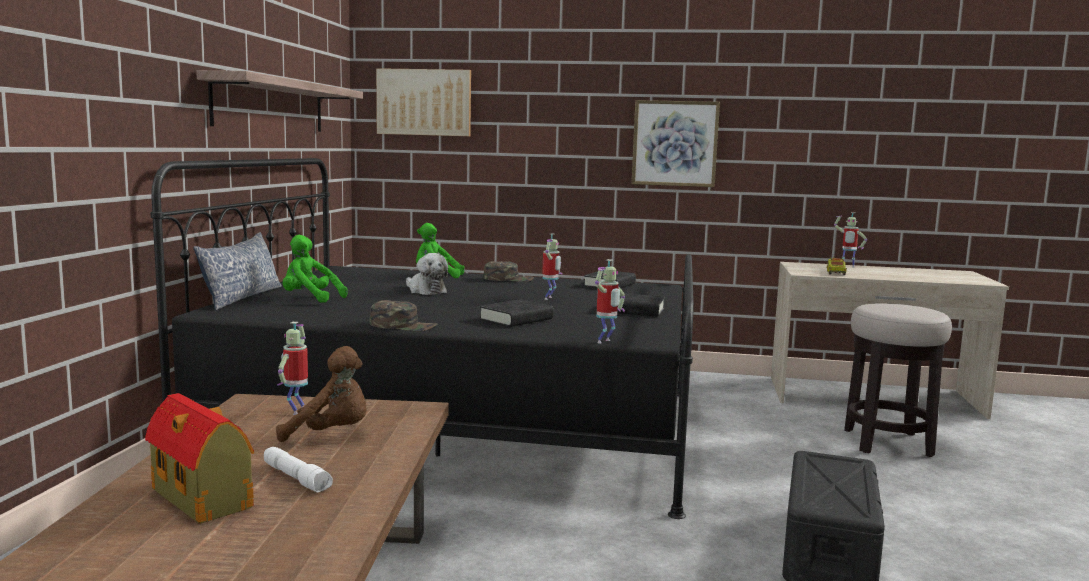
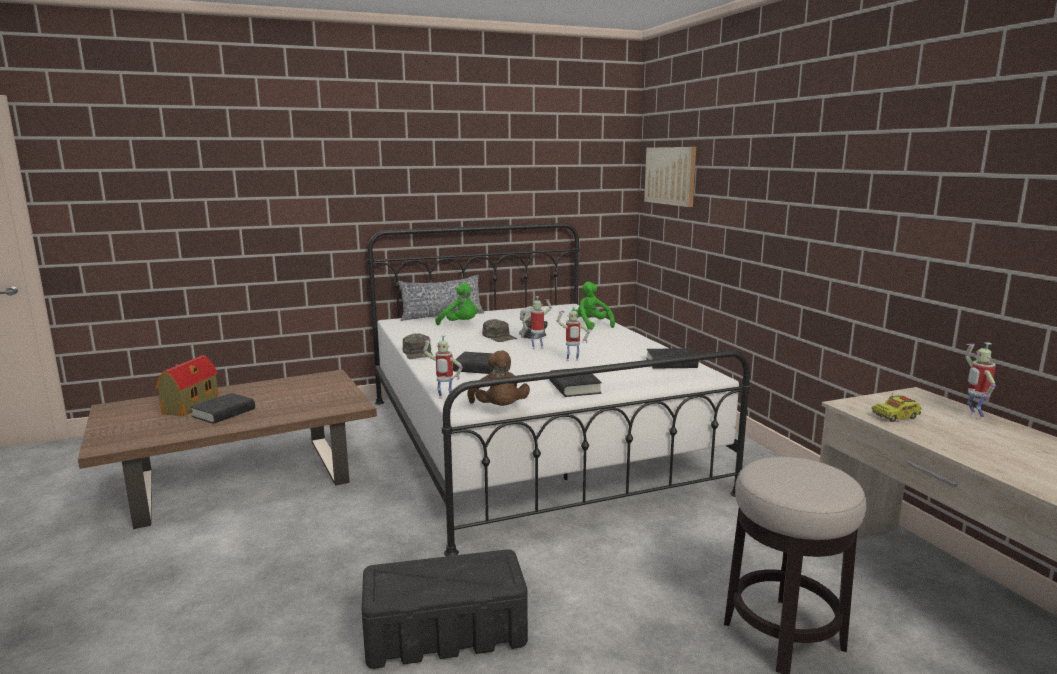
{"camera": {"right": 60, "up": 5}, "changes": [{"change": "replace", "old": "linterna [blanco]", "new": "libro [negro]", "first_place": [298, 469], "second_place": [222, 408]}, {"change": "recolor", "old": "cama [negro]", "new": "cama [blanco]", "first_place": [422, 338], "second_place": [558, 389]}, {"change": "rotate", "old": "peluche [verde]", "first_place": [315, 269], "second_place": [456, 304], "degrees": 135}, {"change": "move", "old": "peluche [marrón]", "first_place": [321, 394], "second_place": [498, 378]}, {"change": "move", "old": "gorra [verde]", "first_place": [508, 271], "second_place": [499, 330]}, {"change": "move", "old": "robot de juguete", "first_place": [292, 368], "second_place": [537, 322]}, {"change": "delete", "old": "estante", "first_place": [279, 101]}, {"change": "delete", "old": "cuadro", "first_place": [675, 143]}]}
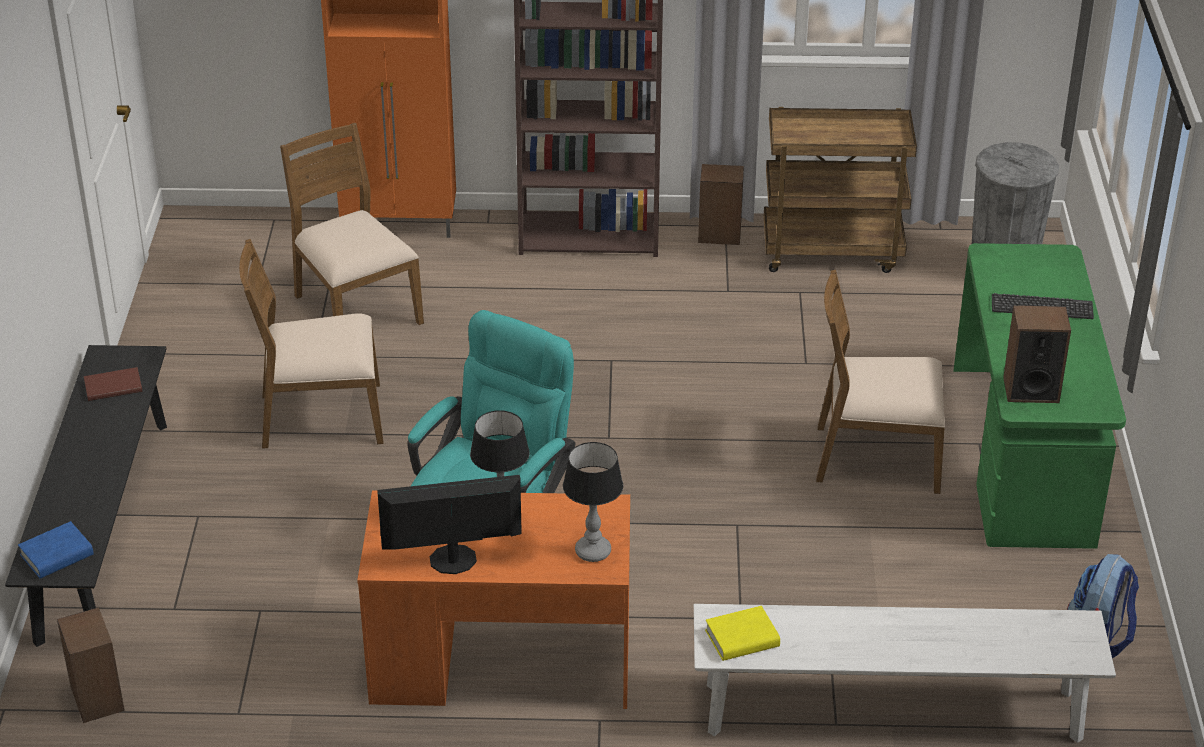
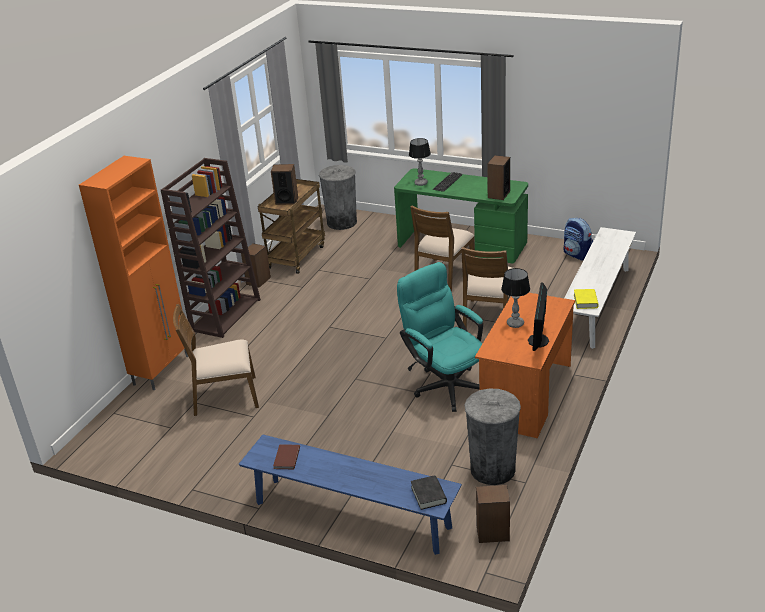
{"camera": {"right": -65, "up": -5}, "changes": [{"change": "recolor", "old": "banco [negro]", "new": "banco [azul]", "first_place": [86, 496], "second_place": [350, 495]}, {"change": "insert", "new": "altavoz", "second_place": [284, 184]}, {"change": "move", "old": "lámpara de mesa", "first_place": [593, 502], "second_place": [420, 162]}, {"change": "recolor", "old": "libro [azul]", "new": "libro [negro]", "first_place": [56, 550], "second_place": [429, 492]}, {"change": "move", "old": "silla [marrón]", "first_place": [311, 344], "second_place": [487, 288]}, {"change": "insert", "new": "papelera [gris]", "second_place": [492, 436]}]}
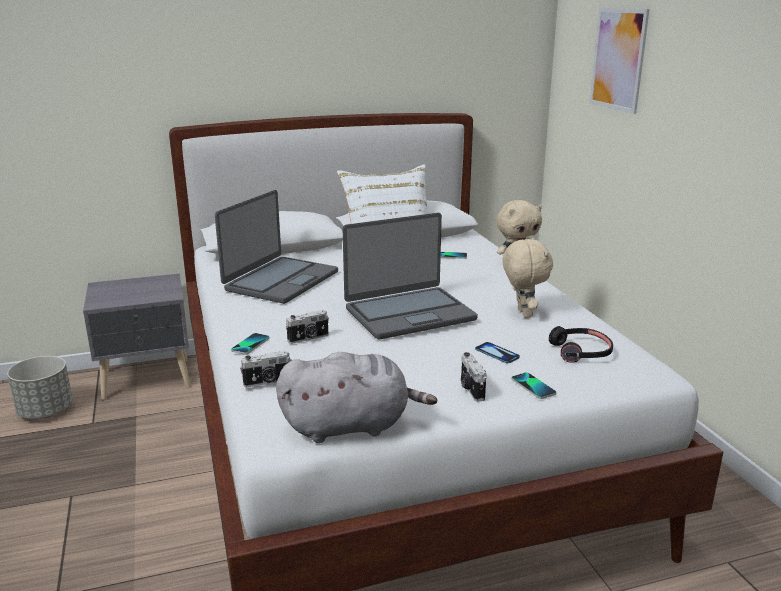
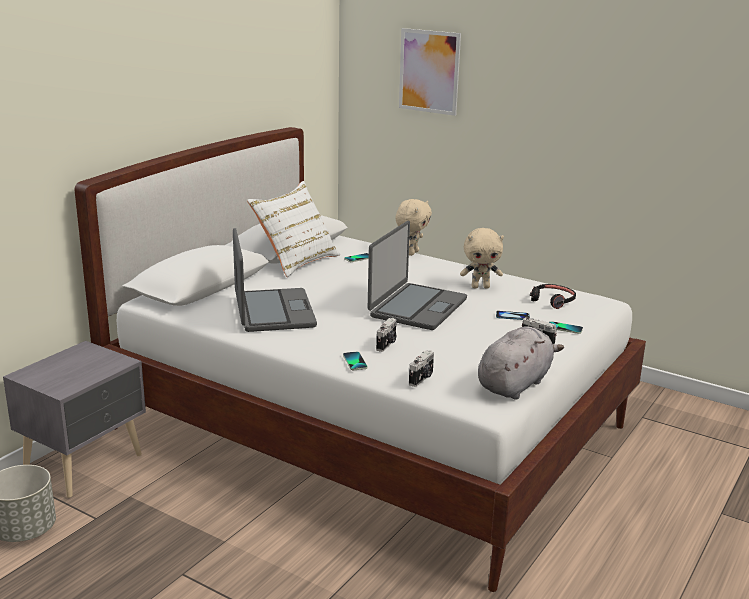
{"camera": {"right": -40, "up": 0}, "changes": [{"change": "rotate", "old": "peluche [beis]", "first_place": [527, 278], "second_place": [482, 258], "degrees": 135}]}
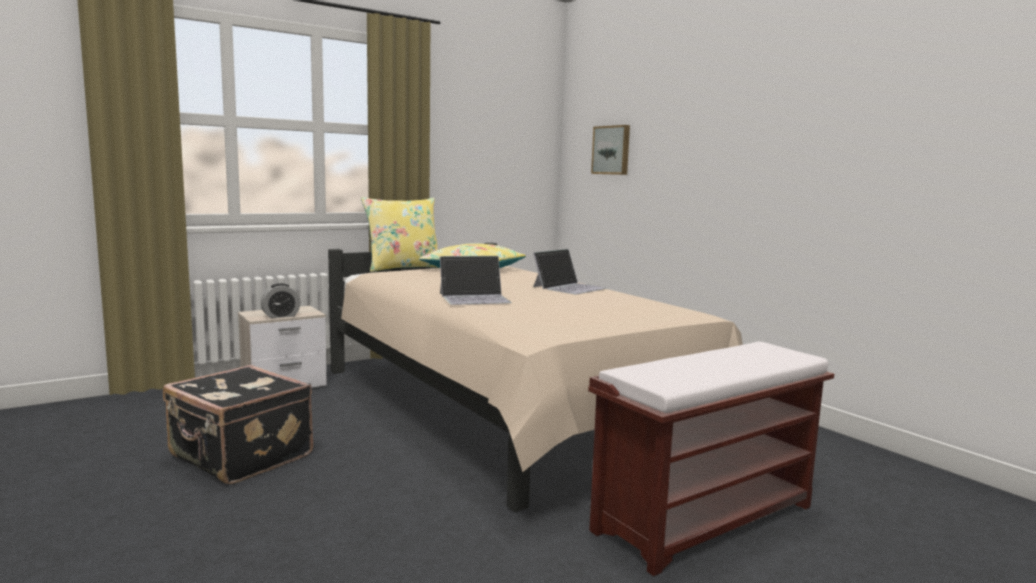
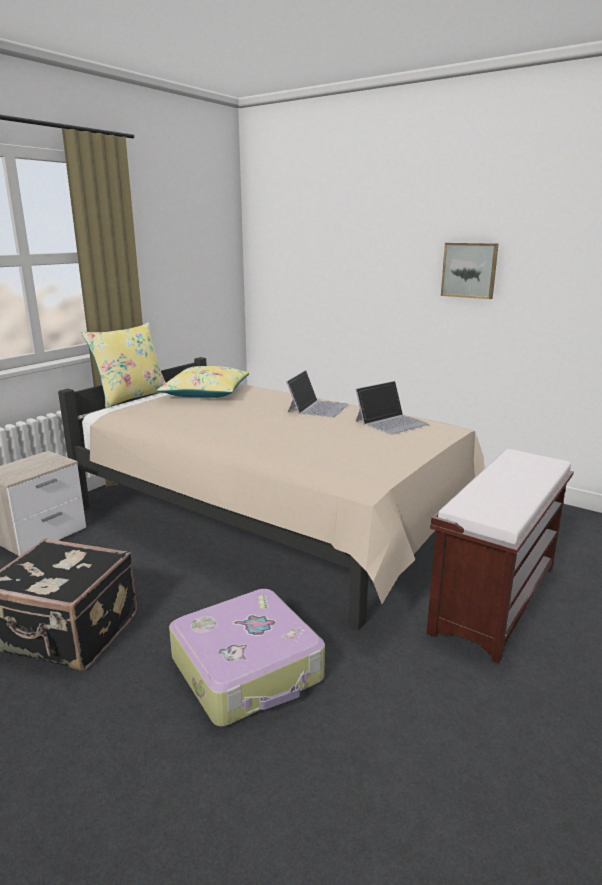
{"camera": {"right": -20, "up": 10}, "changes": [{"change": "insert", "new": "maleta", "second_place": [247, 657]}, {"change": "move", "old": "portátil", "first_place": [476, 280], "second_place": [392, 407]}, {"change": "move", "old": "cuadro", "first_place": [610, 150], "second_place": [470, 271]}, {"change": "delete", "old": "despertador", "first_place": [280, 301]}]}
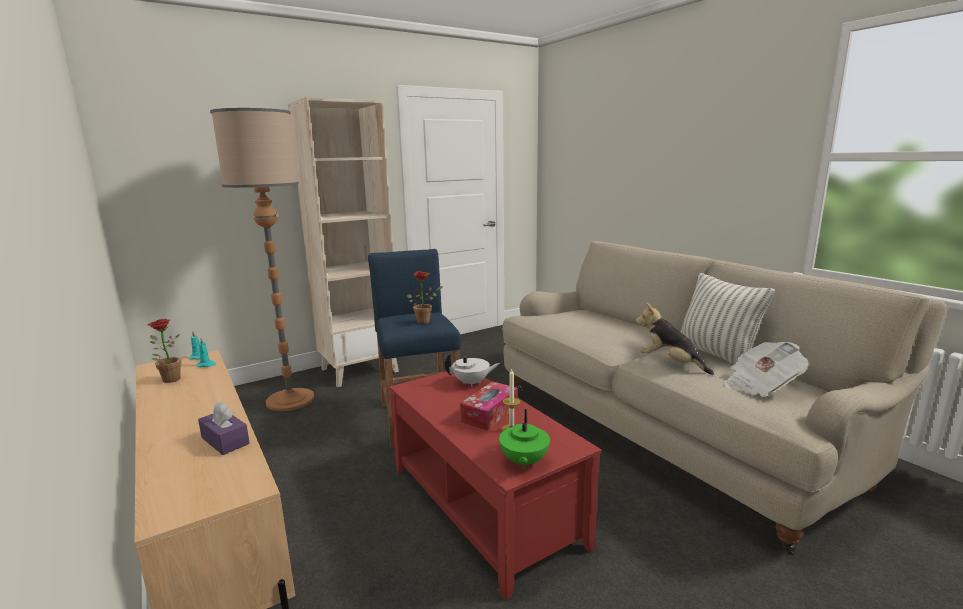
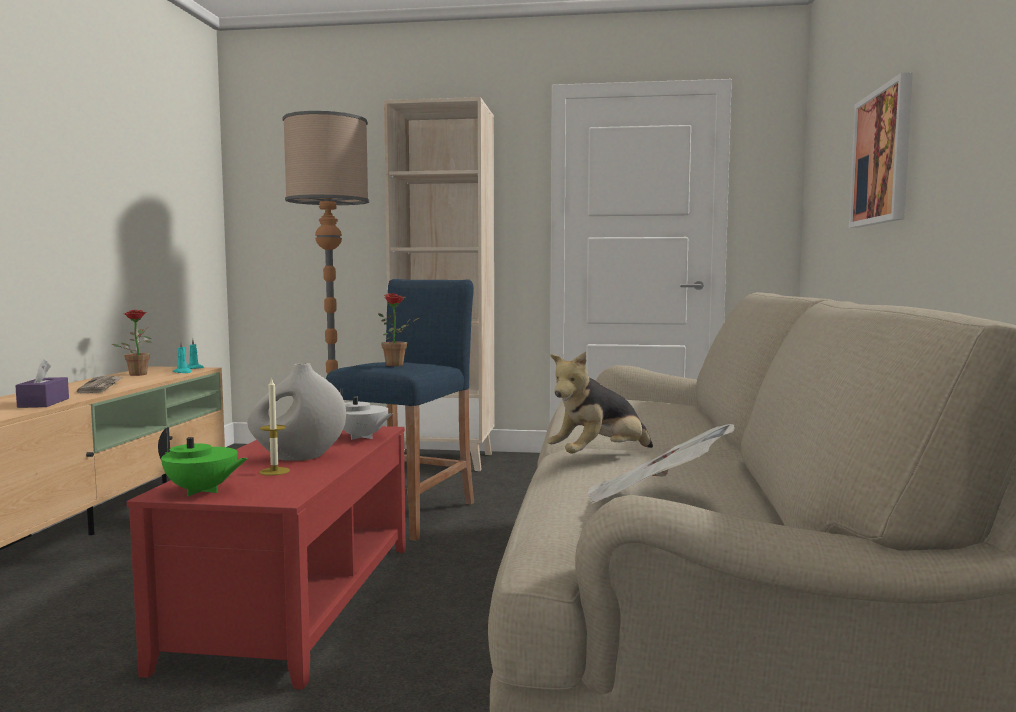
{"camera": {"right": 40, "up": -10}, "changes": [{"change": "insert", "new": "periódico", "second_place": [100, 384]}, {"change": "rotate", "old": "tetera [verde]", "first_place": [524, 439], "second_place": [203, 461], "degrees": -120}, {"change": "replace", "old": "caja de pañuelos", "new": "florero [blanco]", "first_place": [488, 405], "second_place": [297, 412]}, {"change": "rotate", "old": "peluche", "first_place": [675, 339], "second_place": [600, 403], "degrees": -120}, {"change": "insert", "new": "cuadro", "second_place": [881, 150]}, {"change": "delete", "old": "cojín", "first_place": [727, 319]}]}
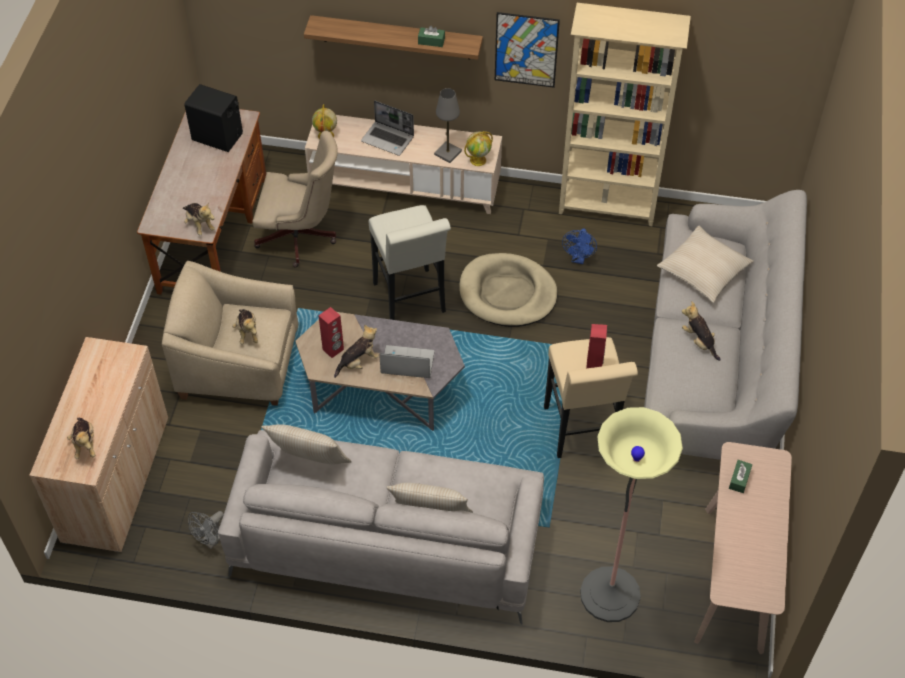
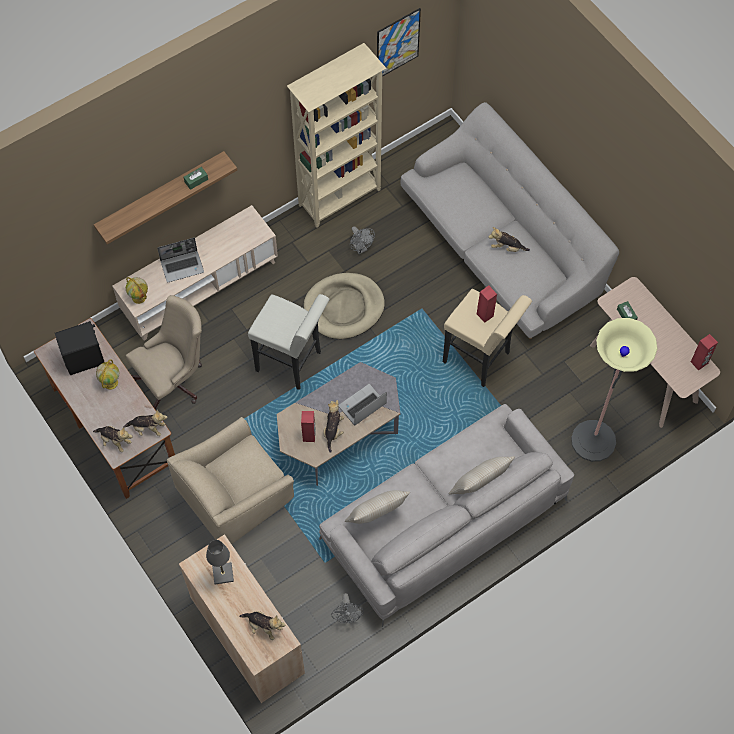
{"camera": {"right": -45, "up": 10}, "changes": [{"change": "move", "old": "peluche", "first_place": [245, 327], "second_place": [113, 439]}, {"change": "move", "old": "globo terráqueo", "first_place": [478, 148], "second_place": [107, 374]}, {"change": "move", "old": "lámpara de mesa [gris]", "first_place": [448, 125], "second_place": [220, 562]}, {"change": "recolor", "old": "ventilador [azul]", "new": "ventilador [gris]", "first_place": [579, 246], "second_place": [362, 240]}, {"change": "move", "old": "cuadro", "first_place": [527, 50], "second_place": [399, 42]}, {"change": "insert", "new": "altavoz [rojo]", "second_place": [704, 352]}, {"change": "delete", "old": "cojín [beis]", "first_place": [705, 264]}]}
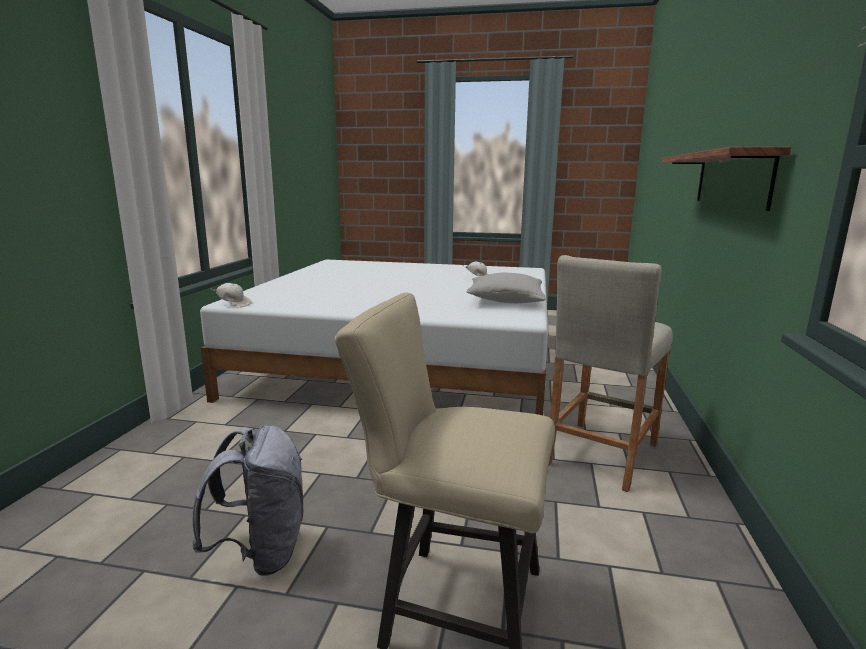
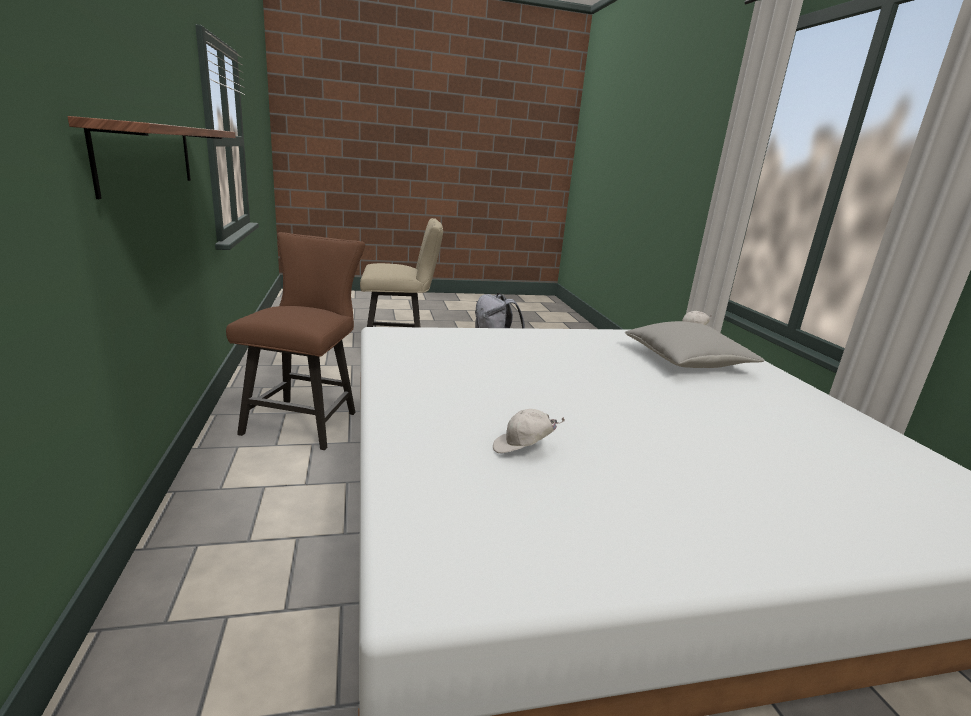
{"camera": {"right": 155, "up": 5}, "changes": [{"change": "replace", "old": "taburete [beis]", "new": "silla [marrón]", "first_place": [610, 373], "second_place": [295, 341]}, {"change": "move", "old": "cojín [gris]", "first_place": [506, 288], "second_place": [695, 344]}]}
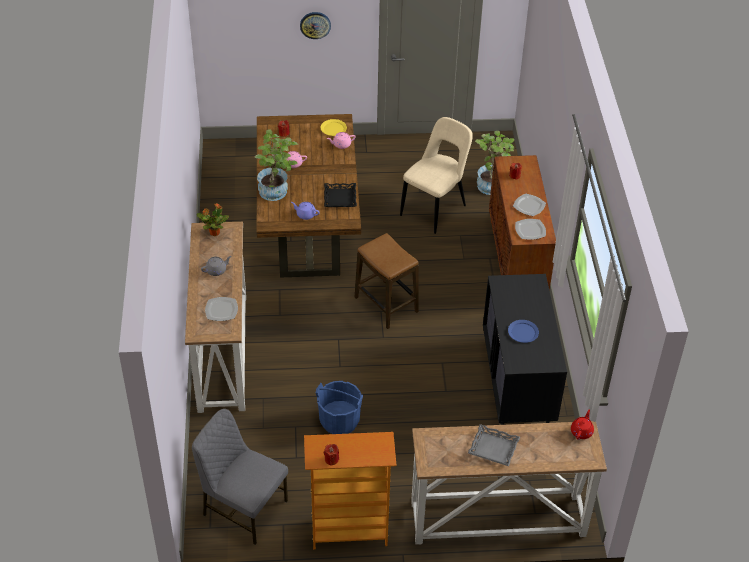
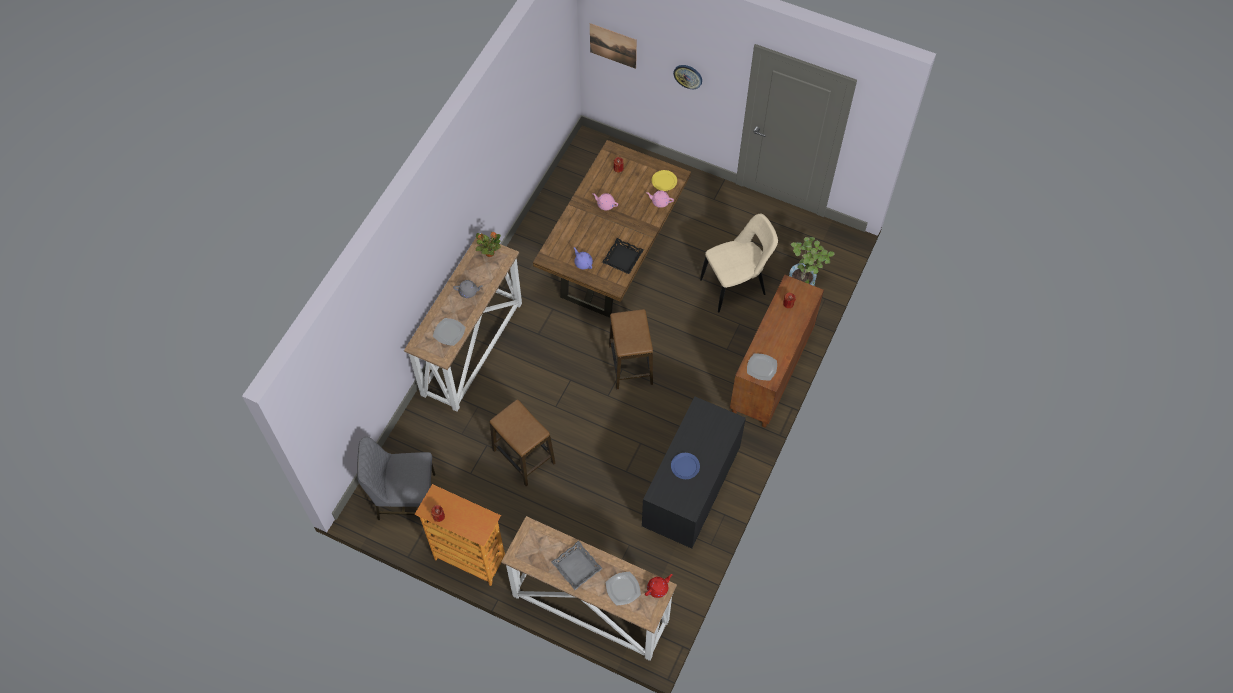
{"camera": {"right": 30, "up": 15}, "changes": [{"change": "rotate", "old": "silla [gris]", "first_place": [240, 477], "second_place": [396, 478], "degrees": -60}, {"change": "replace", "old": "cubo [azul]", "new": "taburete", "first_place": [339, 407], "second_place": [522, 442]}, {"change": "insert", "new": "cuadro", "second_place": [613, 46]}, {"change": "move", "old": "plato", "first_place": [529, 204], "second_place": [623, 589]}, {"change": "delete", "old": "planta en maceta", "first_place": [276, 165]}]}
